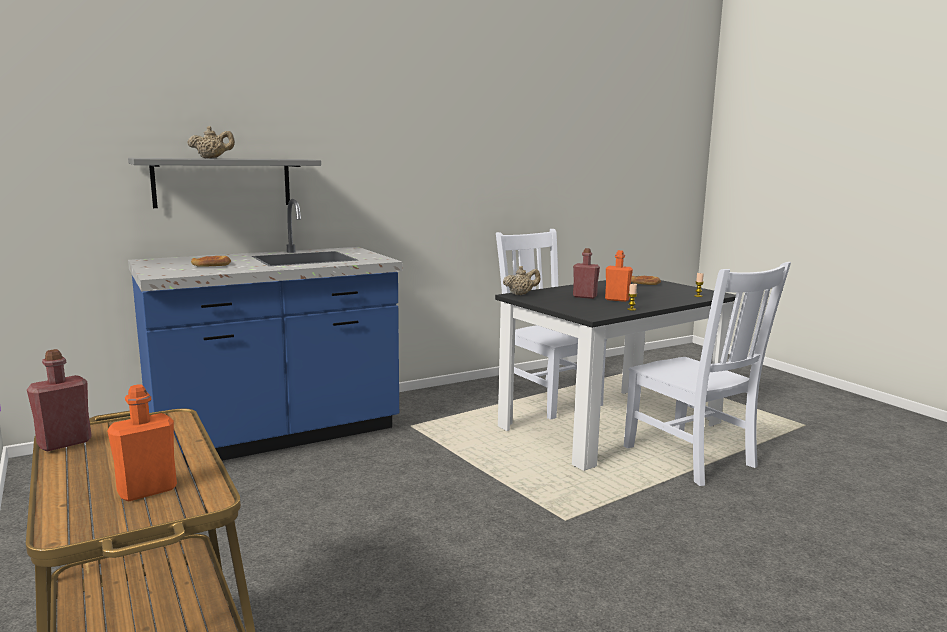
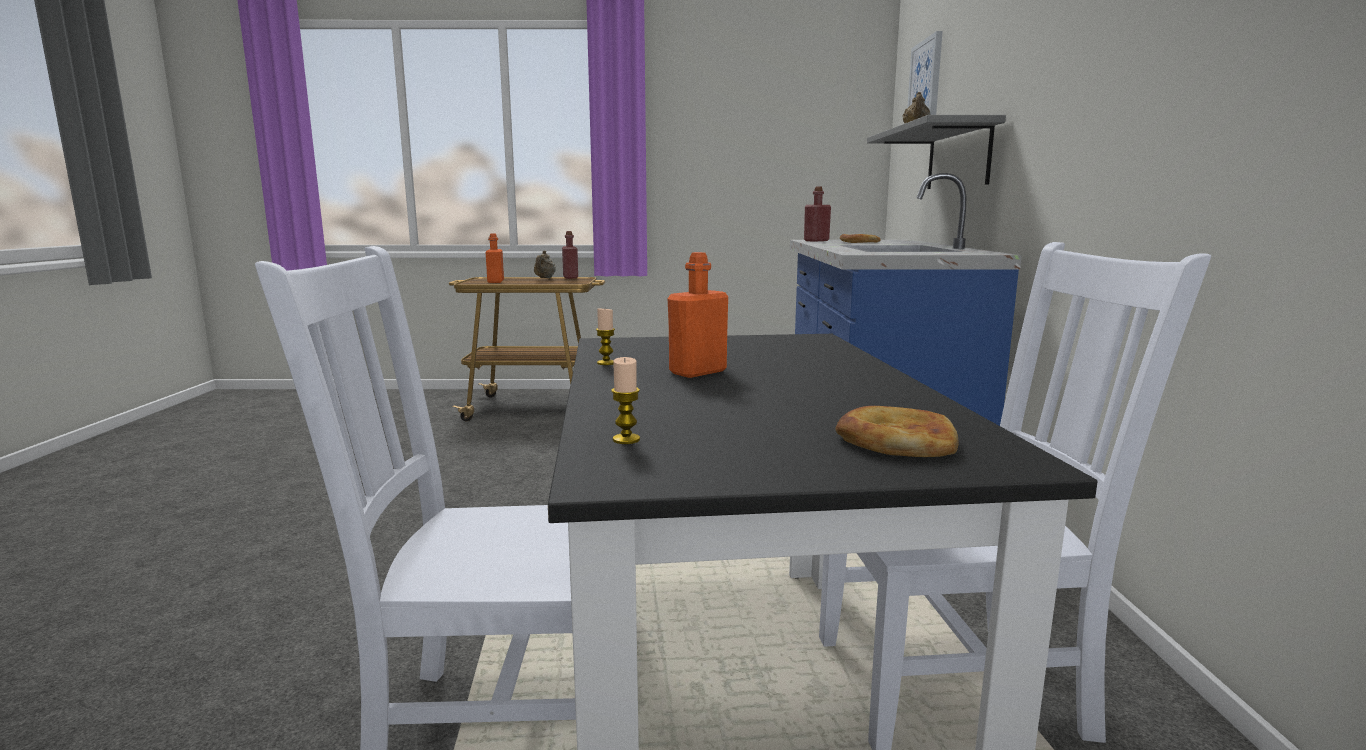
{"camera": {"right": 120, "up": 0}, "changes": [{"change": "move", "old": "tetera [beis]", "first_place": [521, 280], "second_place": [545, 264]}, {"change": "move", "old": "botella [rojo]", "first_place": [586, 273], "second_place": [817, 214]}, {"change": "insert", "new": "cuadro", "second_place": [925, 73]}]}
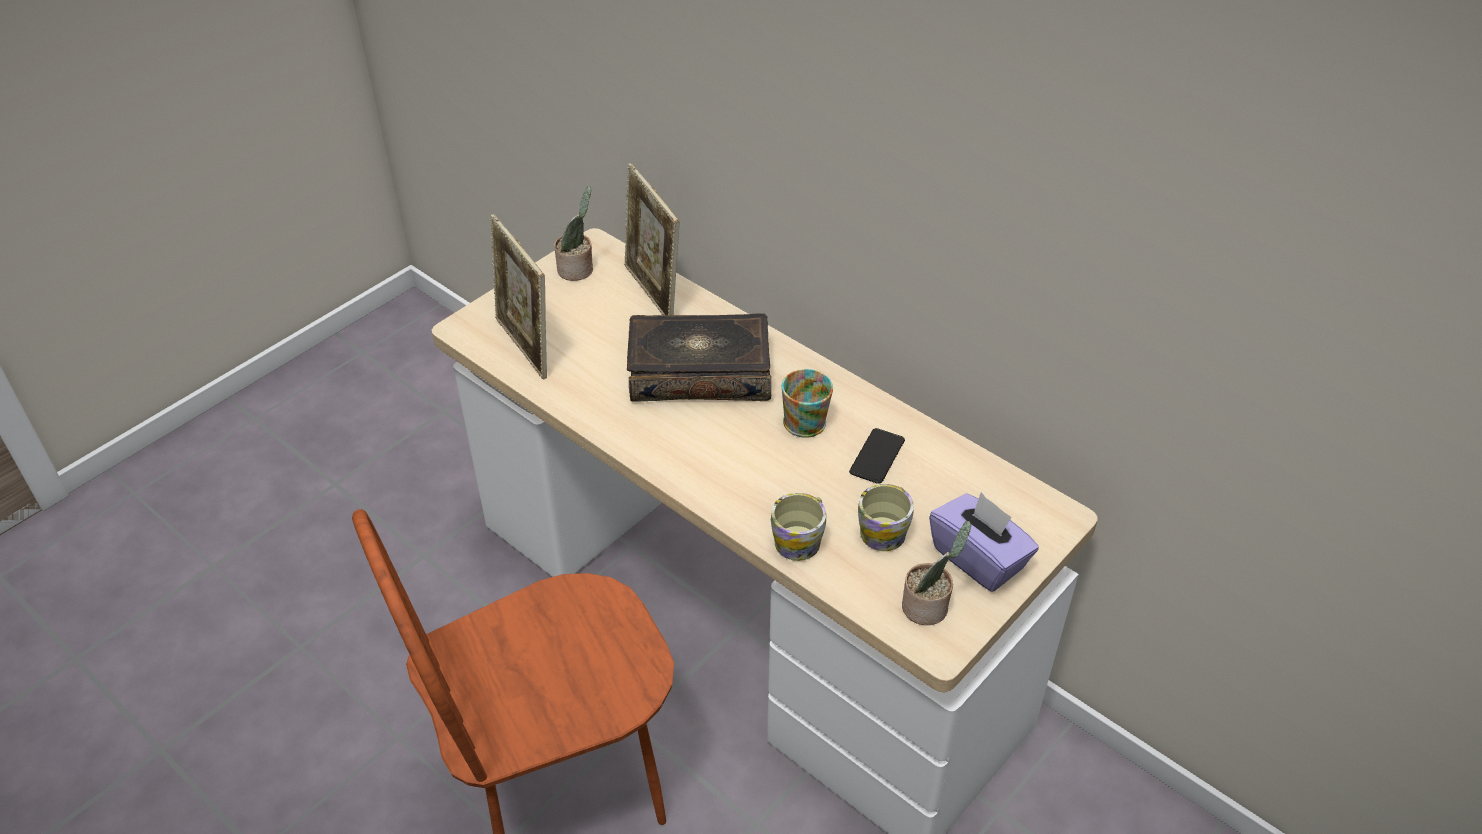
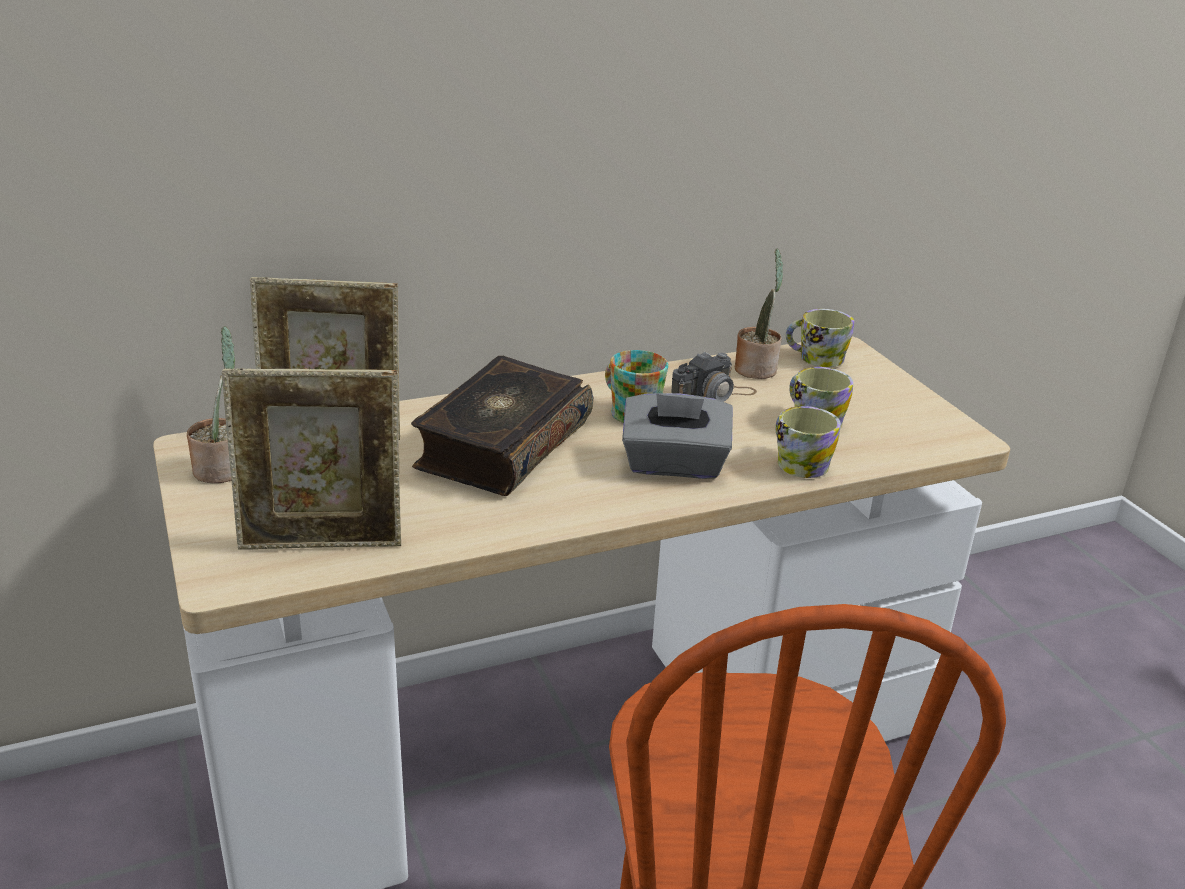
{"camera": {"right": -65, "up": -15}, "changes": [{"change": "insert", "new": "caja de pañuelos [gris]", "second_place": [677, 436]}, {"change": "replace", "old": "móvil", "new": "cámara", "first_place": [877, 456], "second_place": [714, 376]}, {"change": "move", "old": "planta en maceta", "first_place": [936, 573], "second_place": [759, 314]}, {"change": "insert", "new": "taza grande", "second_place": [820, 338]}, {"change": "delete", "old": "caja de pañuelos [morado]", "first_place": [984, 542]}]}
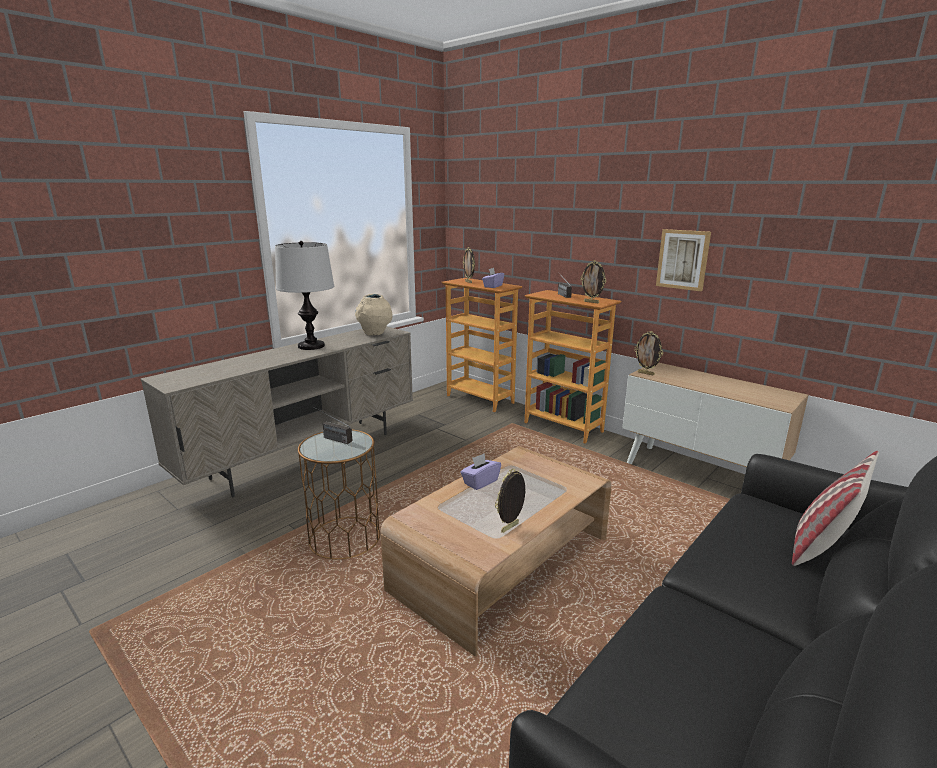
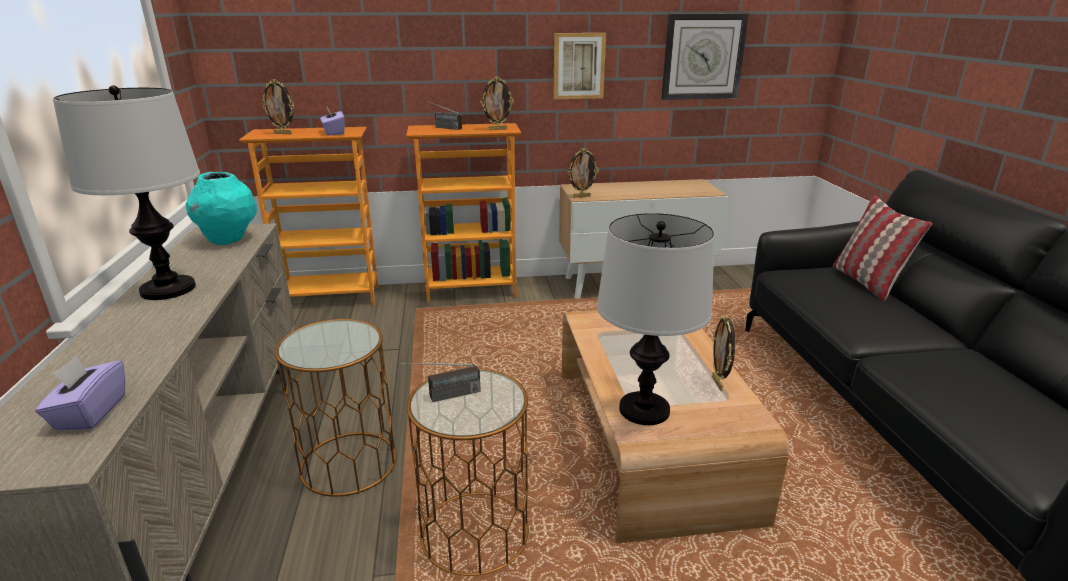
{"camera": {"right": -50, "up": 5}, "changes": [{"change": "move", "old": "caja de pañuelos [morado]", "first_place": [480, 471], "second_place": [80, 393]}, {"change": "recolor", "old": "florero [beis]", "new": "florero [turquesa]", "first_place": [374, 315], "second_place": [221, 208]}, {"change": "insert", "new": "mesa auxiliar [marrón]", "second_place": [336, 408]}, {"change": "insert", "new": "lámpara de mesa", "second_place": [655, 319]}, {"change": "insert", "new": "reloj de pared", "second_place": [705, 57]}]}
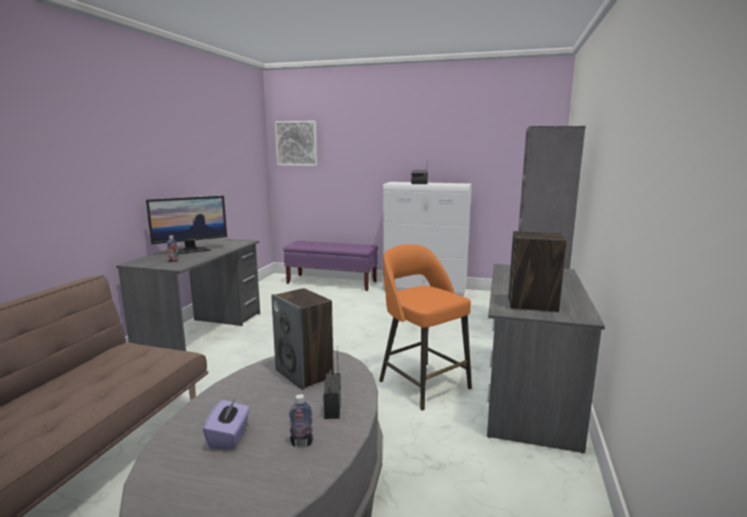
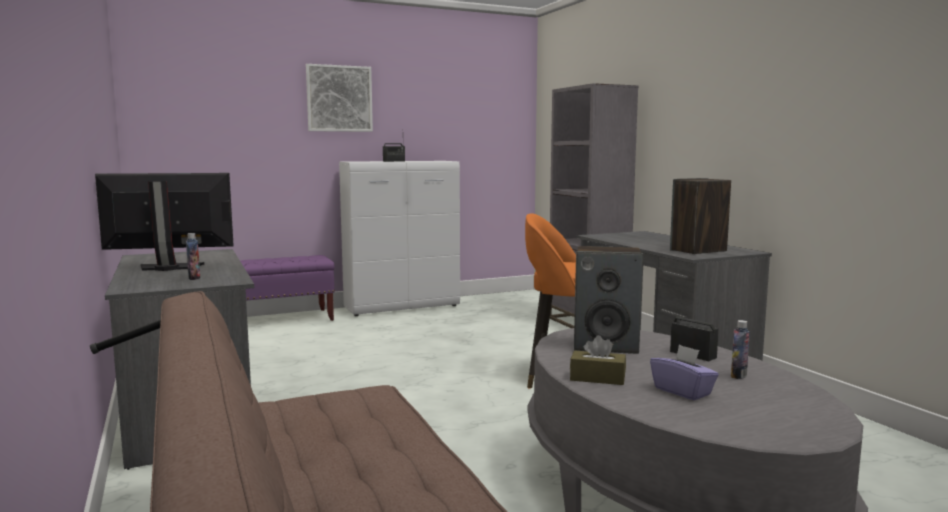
{"camera": {"right": -40, "up": -5}, "changes": [{"change": "rotate", "old": "monitor", "first_place": [186, 225], "second_place": [164, 222], "degrees": -120}, {"change": "move", "old": "cuadro", "first_place": [296, 143], "second_place": [339, 98]}, {"change": "insert", "new": "caja de pañuelos [marrón]", "second_place": [598, 360]}]}
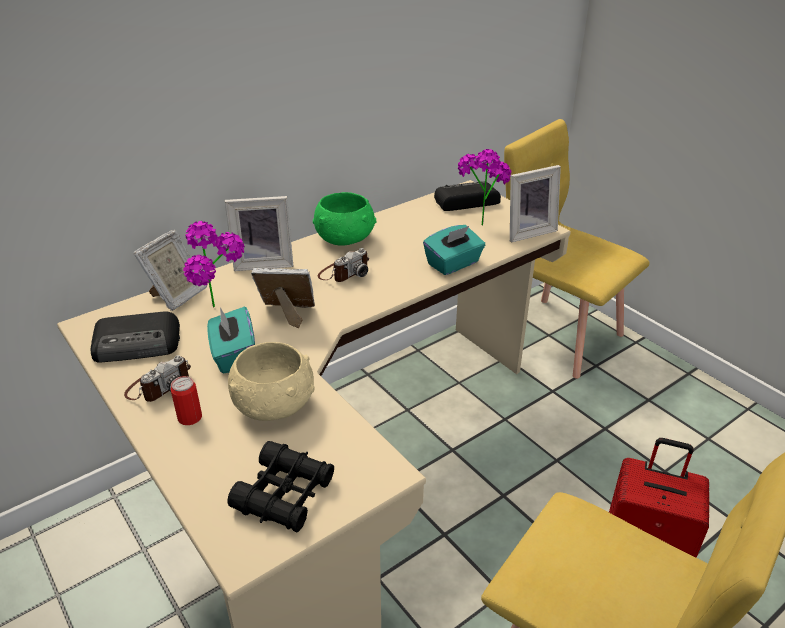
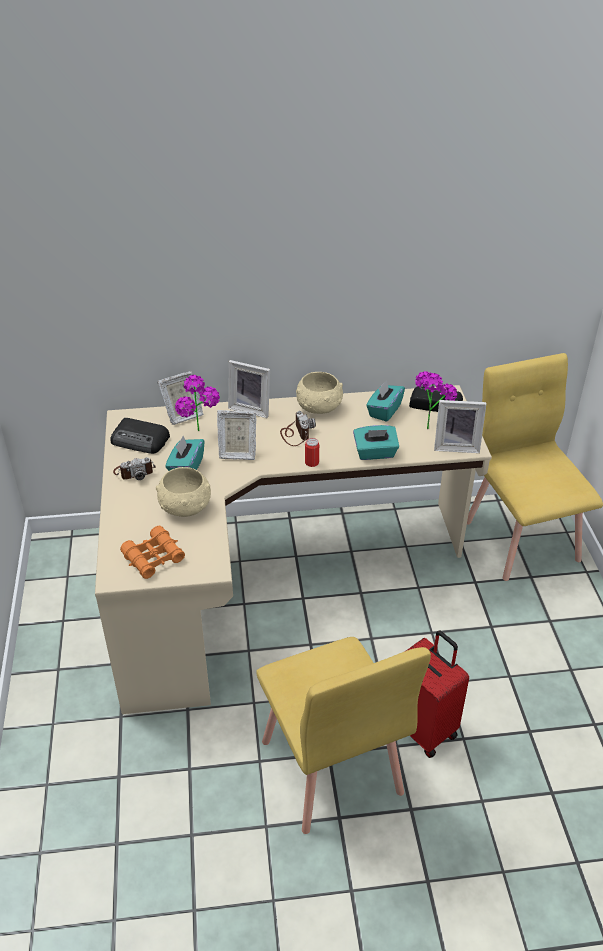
{"camera": {"right": 30, "up": 5}, "changes": [{"change": "recolor", "old": "prismáticos [negro]", "new": "prismáticos [naranja]", "first_place": [280, 486], "second_place": [152, 552]}, {"change": "rotate", "old": "portarretratos", "first_place": [283, 298], "second_place": [237, 435], "degrees": 150}, {"change": "rotate", "old": "cámara", "first_place": [343, 265], "second_place": [298, 428], "degrees": -90}, {"change": "recolor", "old": "cuenco [verde]", "new": "cuenco [beis]", "first_place": [345, 218], "second_place": [319, 393]}, {"change": "move", "old": "lata", "first_place": [186, 400], "second_place": [312, 452]}, {"change": "insert", "new": "caja de pañuelos [turquesa]", "second_place": [385, 401]}]}
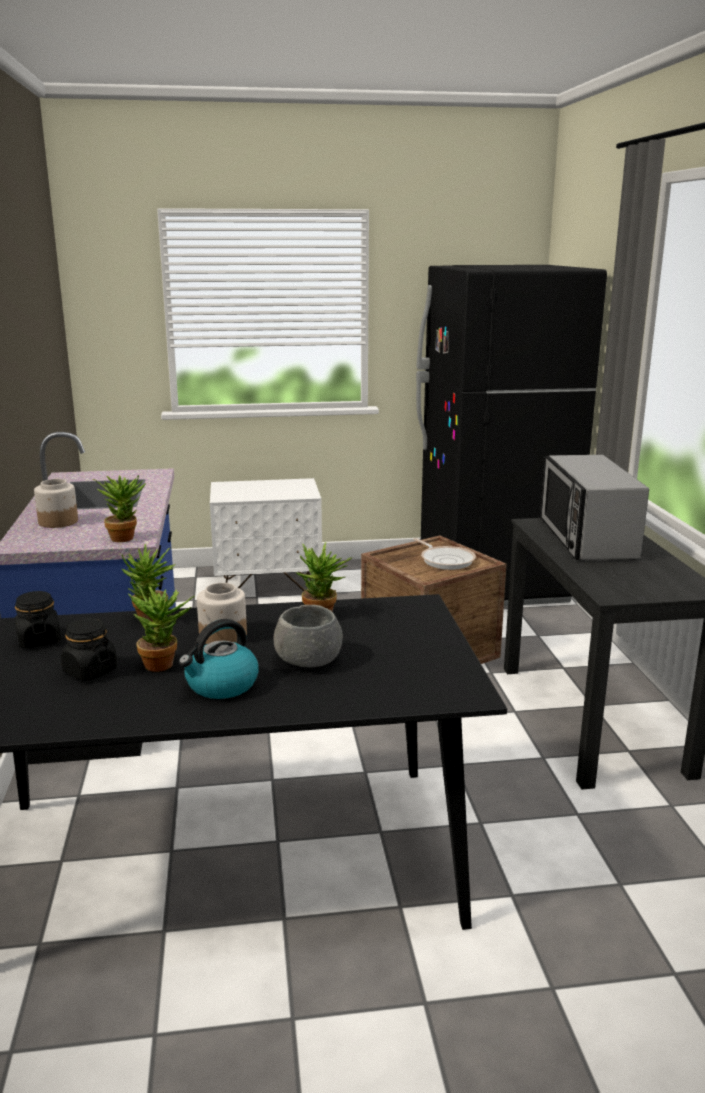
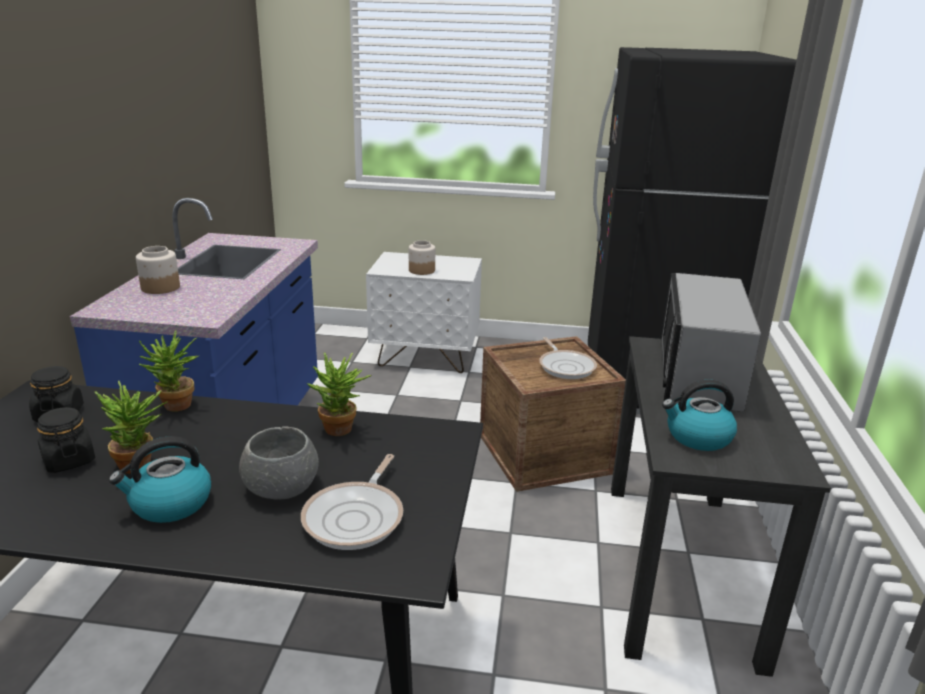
{"camera": {"right": 15, "up": 5}, "changes": [{"change": "insert", "new": "sartén", "second_place": [352, 502]}, {"change": "move", "old": "tarro", "first_place": [222, 613], "second_place": [422, 257]}, {"change": "insert", "new": "hervidor", "second_place": [699, 415]}, {"change": "delete", "old": "planta en maceta", "first_place": [119, 508]}]}
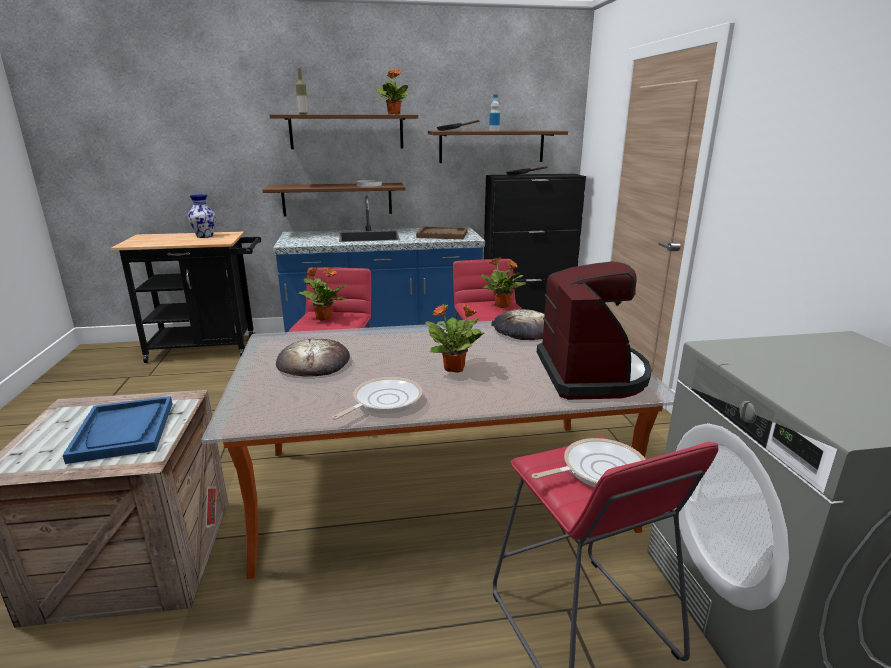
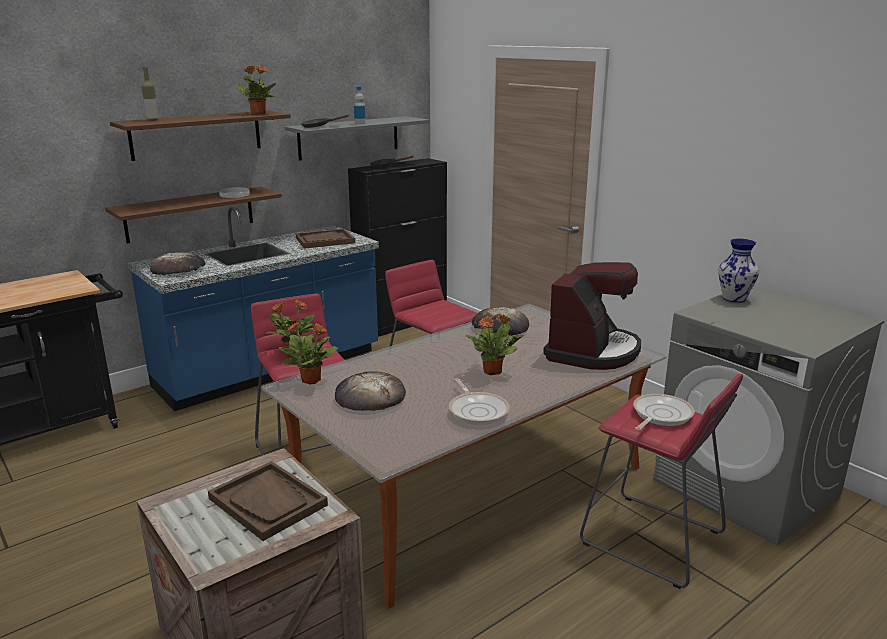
{"camera": {"right": -30, "up": 0}, "changes": [{"change": "insert", "new": "pan", "second_place": [177, 263]}, {"change": "recolor", "old": "bandeja [azul]", "new": "bandeja [marrón]", "first_place": [117, 430], "second_place": [268, 501]}, {"change": "move", "old": "planta en maceta", "first_place": [503, 282], "second_place": [308, 352]}, {"change": "recolor", "old": "estante [marrón]", "new": "estante [gris]", "first_place": [498, 147], "second_place": [357, 138]}, {"change": "rotate", "old": "sartén", "first_place": [377, 398], "second_place": [479, 401], "degrees": 150}, {"change": "rotate", "old": "cafetera", "first_place": [594, 330], "second_place": [592, 316], "degrees": 60}, {"change": "move", "old": "florero", "first_place": [202, 216], "second_place": [738, 271]}]}
